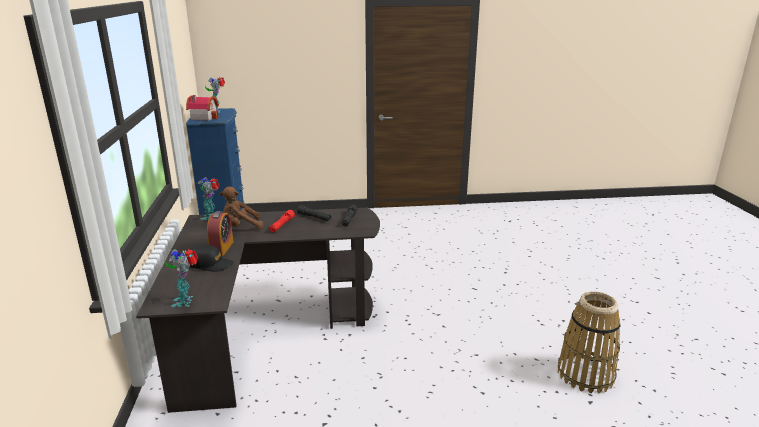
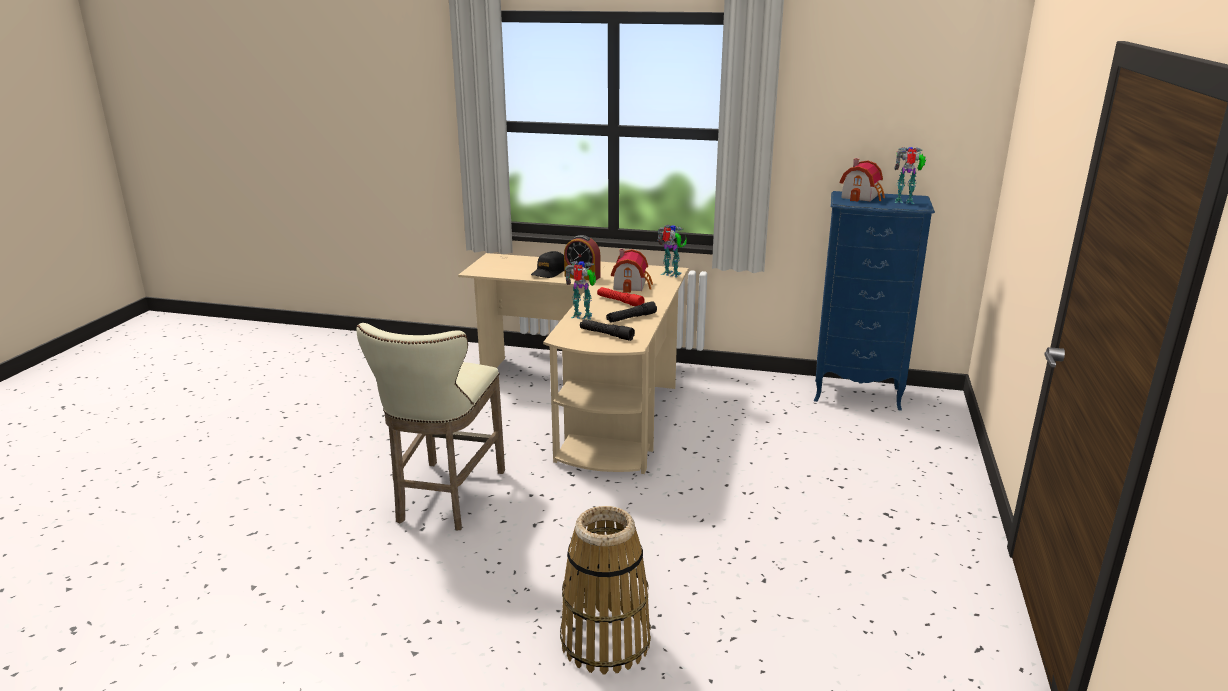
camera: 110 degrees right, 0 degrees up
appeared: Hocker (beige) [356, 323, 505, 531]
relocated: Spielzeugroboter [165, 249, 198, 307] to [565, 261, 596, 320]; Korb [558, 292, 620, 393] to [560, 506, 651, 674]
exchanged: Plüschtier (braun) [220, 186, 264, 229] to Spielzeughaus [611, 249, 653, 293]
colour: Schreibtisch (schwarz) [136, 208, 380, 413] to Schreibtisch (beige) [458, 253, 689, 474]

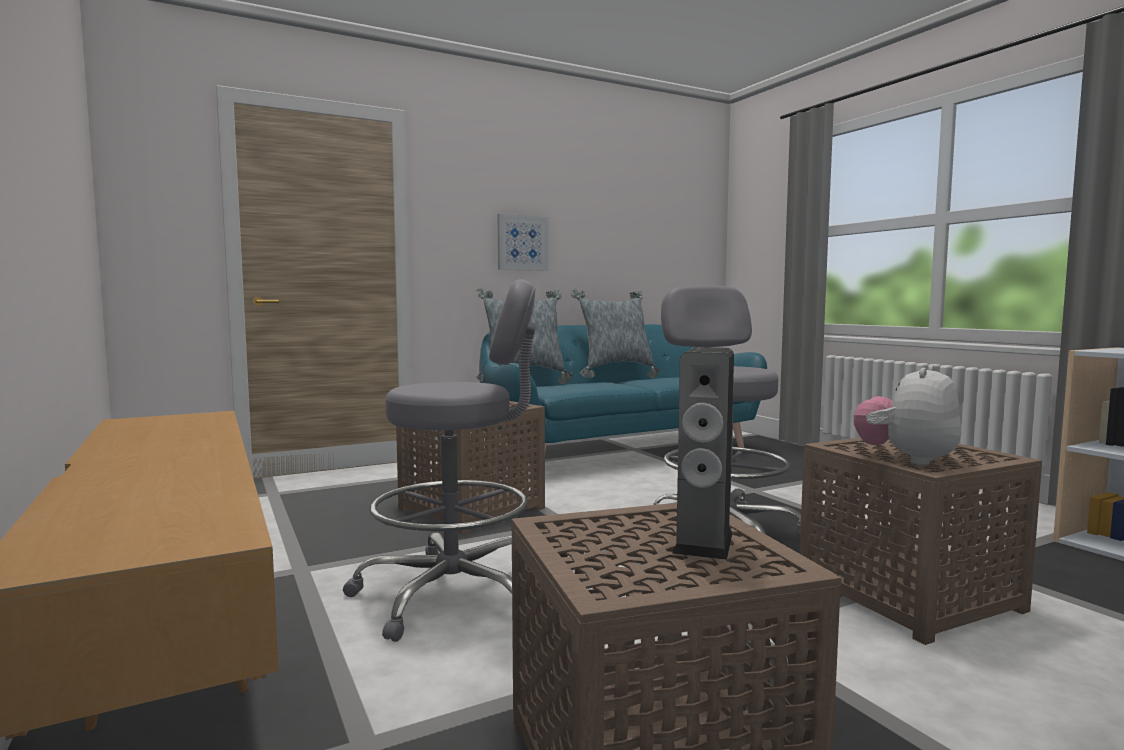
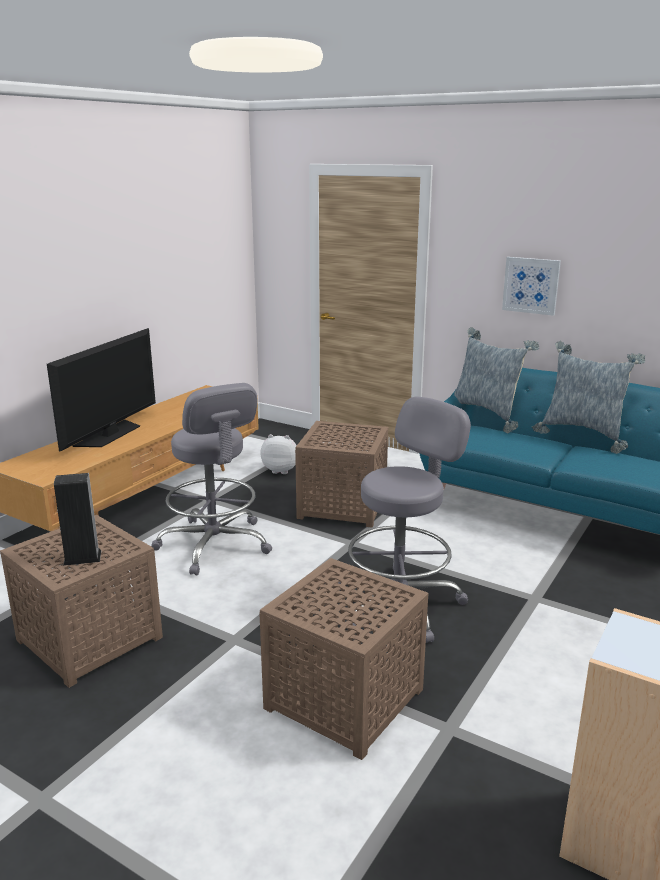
camera: 60 degrees right, 15 degrees up
appeared: Fernseher [47, 328, 156, 452]
relocated: Plüschtier [854, 365, 961, 466] to [260, 434, 297, 474]

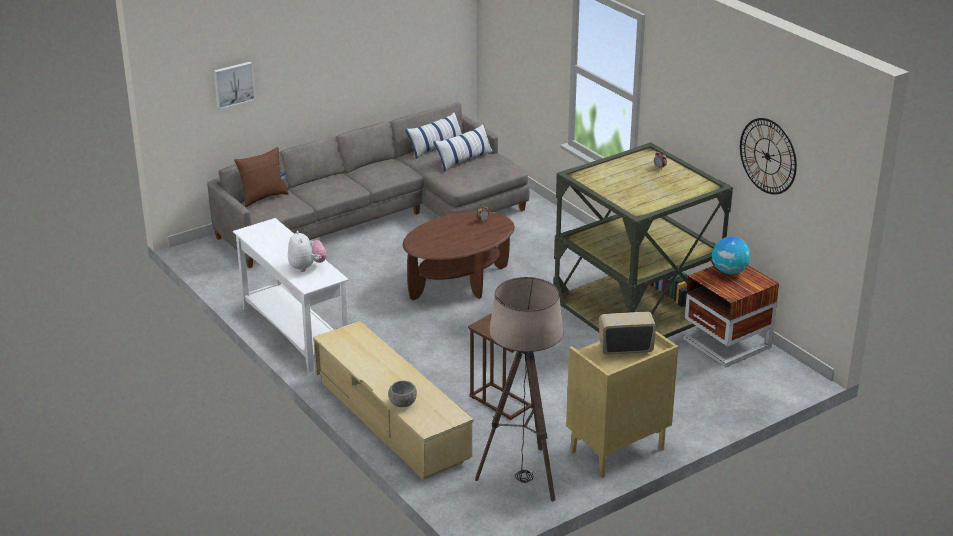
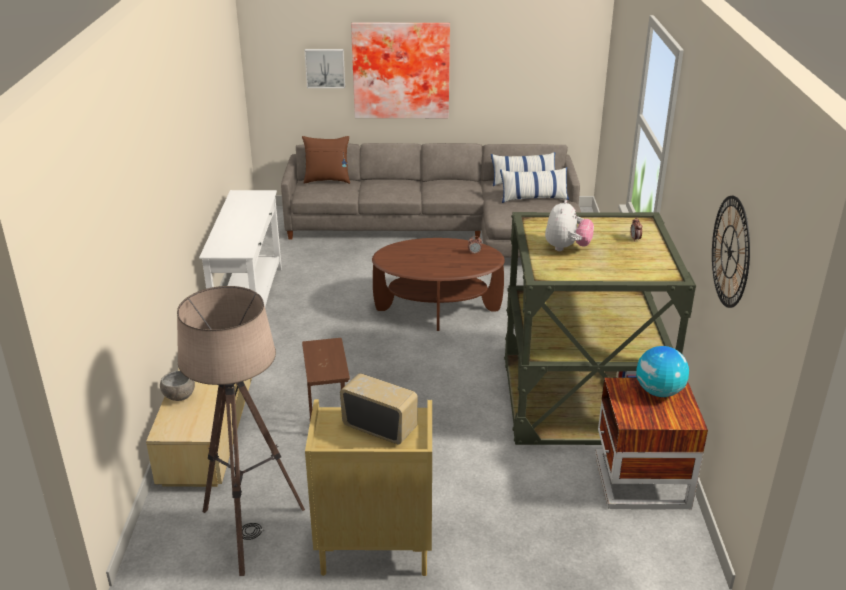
camera: 35 degrees right, 0 degrees up
appeared: Bild [351, 23, 450, 118]
relocated: Plüschtier [288, 230, 327, 272] to [545, 199, 594, 251]

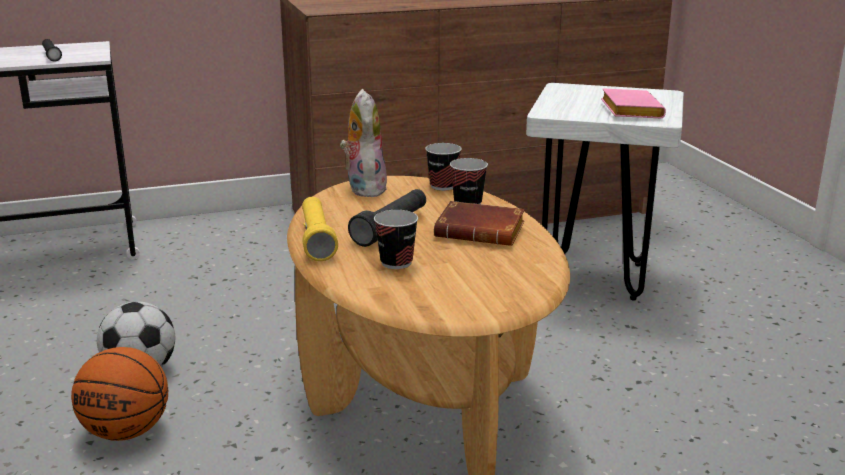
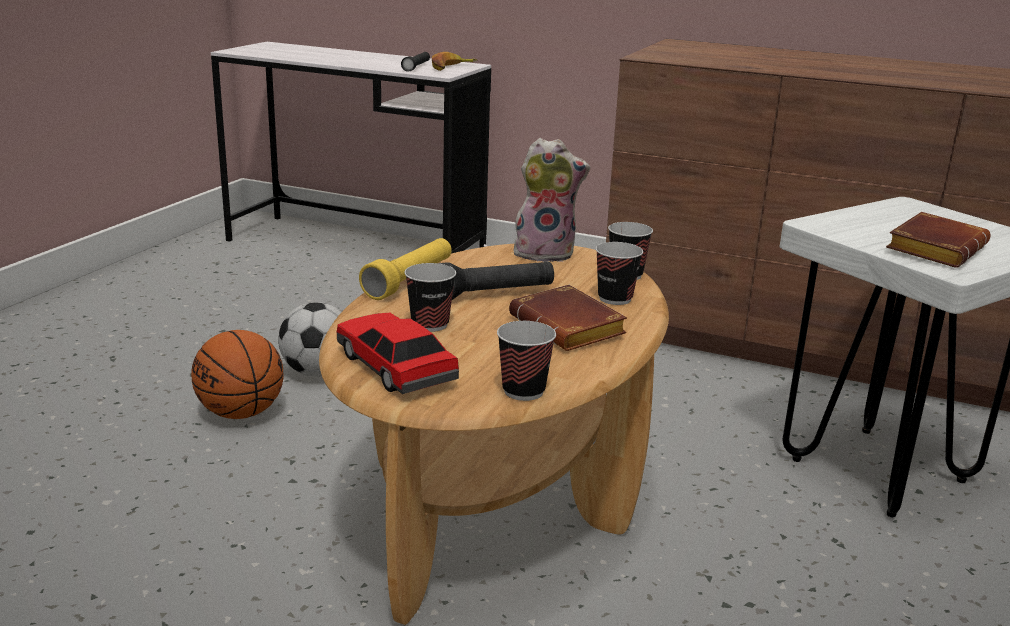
camera: 40 degrees right, 0 degrees up
appeared: Spielzeugauto [337, 313, 459, 394]; Banane [432, 52, 477, 71]; Tasse [497, 321, 556, 401]
colour: Buch (rosa) [601, 88, 666, 118] to Buch (braun) [886, 212, 990, 268]
spun: Plüschtier [340, 89, 387, 197] = [512, 138, 590, 262] 60 degrees clockwise

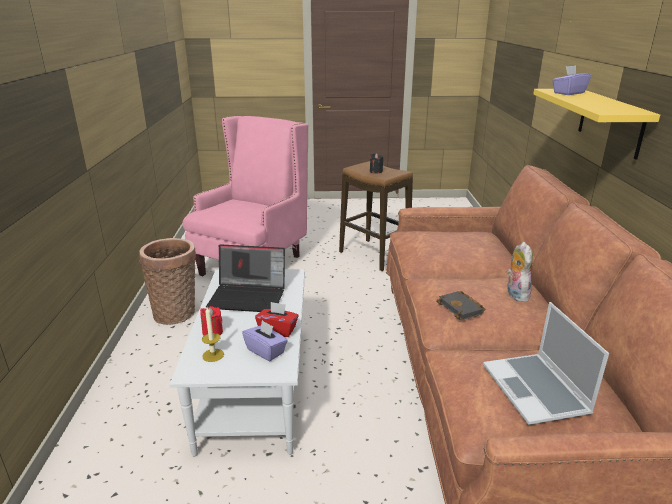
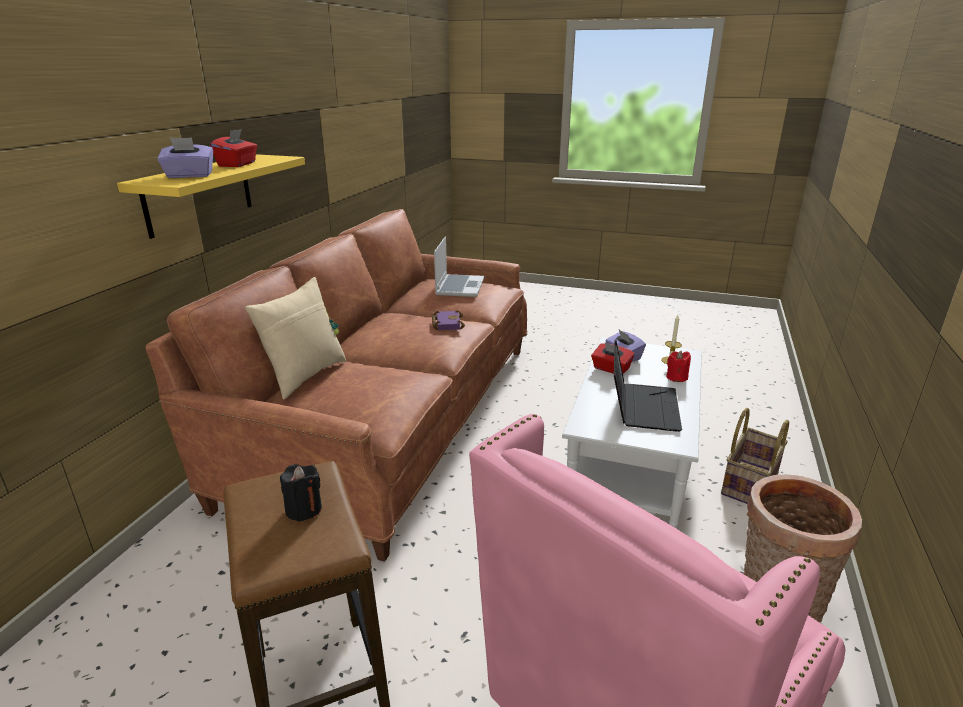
camera: 160 degrees left, 0 degrees up
missing: Plüschtier [507, 242, 533, 302]
appeared: Taschentuchbox (rot) [210, 129, 257, 167]; Kissen (beige) [245, 277, 346, 399]; Korb [721, 408, 789, 504]
colour: Buch (schwarz) [436, 291, 485, 320] to Buch (lila) [432, 310, 465, 330]
spun: Laptop [206, 244, 285, 312] = [614, 340, 682, 432] 75 degrees clockwise

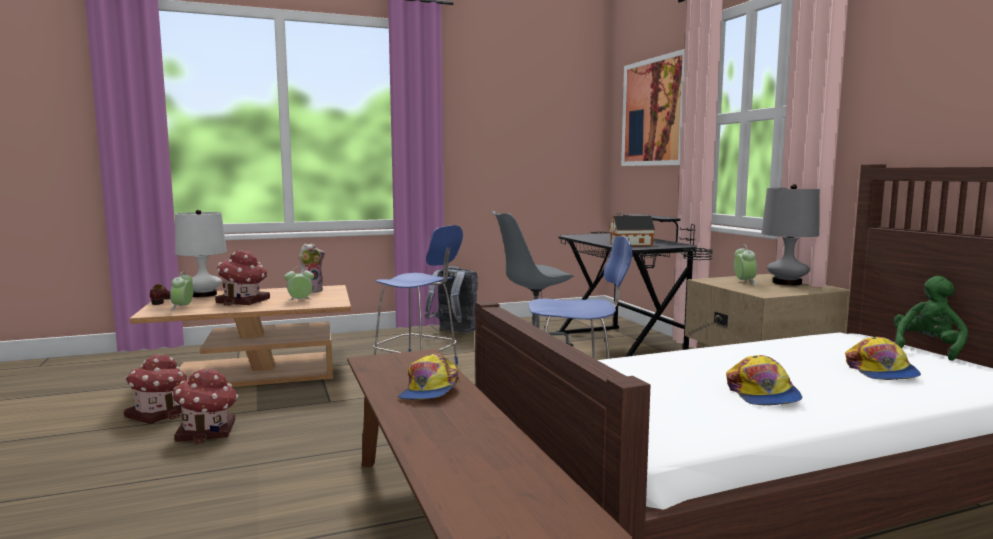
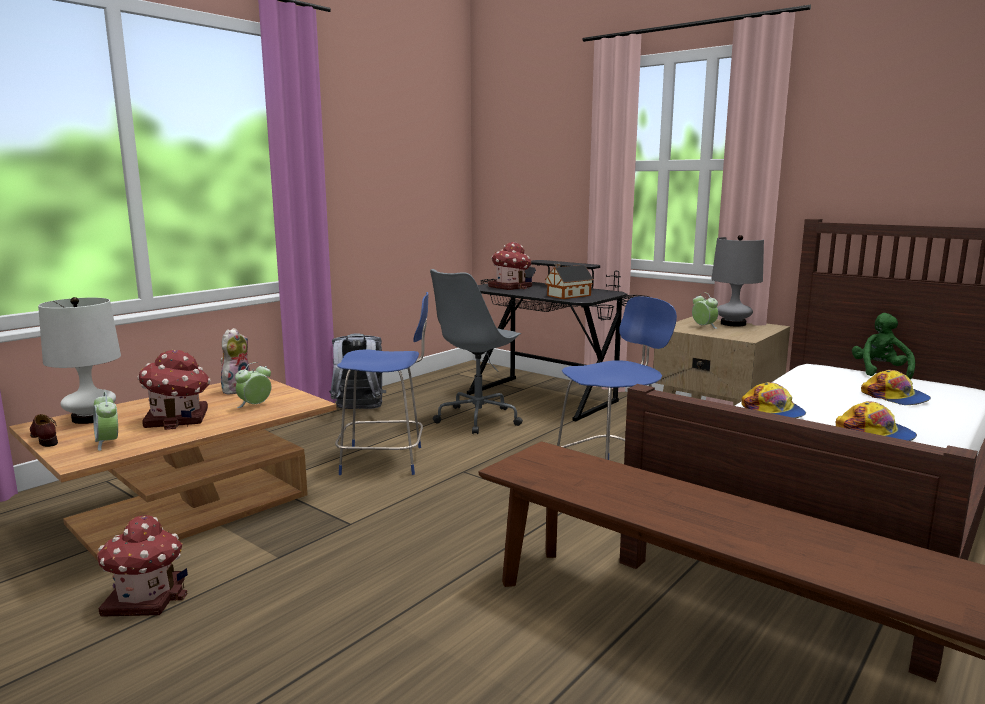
camera: 30 degrees left, 5 degrees up
missing: Bild [621, 49, 685, 166]
relocated: Spielzeughaus [172, 369, 238, 444] to [488, 242, 532, 290]; Kappe [398, 354, 459, 400] to [742, 382, 806, 418]

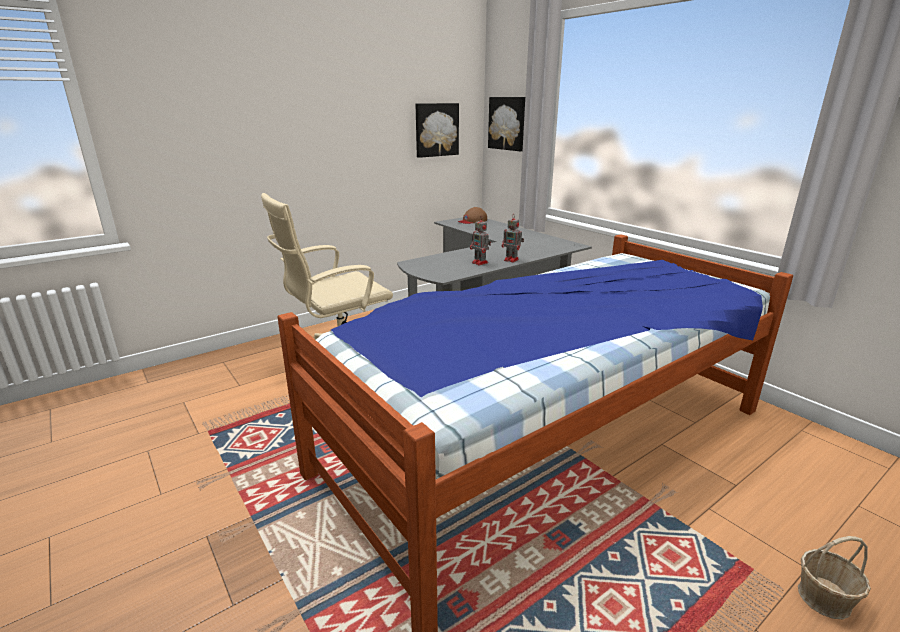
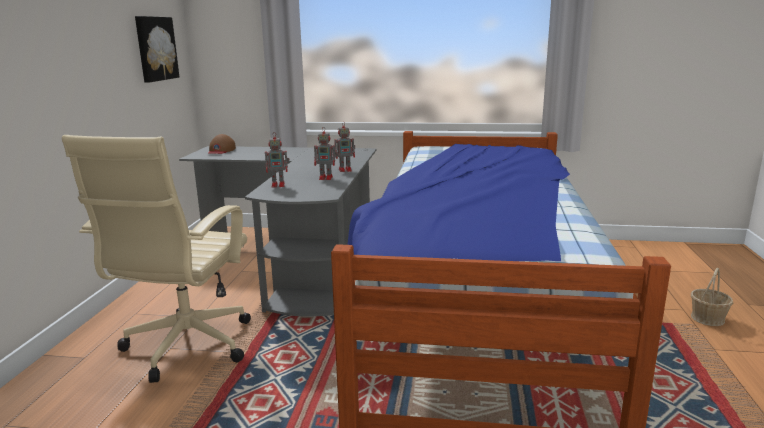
camera: 45 degrees left, 5 degrees down
missing: Bild [488, 97, 525, 151]
appeared: Spielzeugroboter [265, 132, 289, 188]

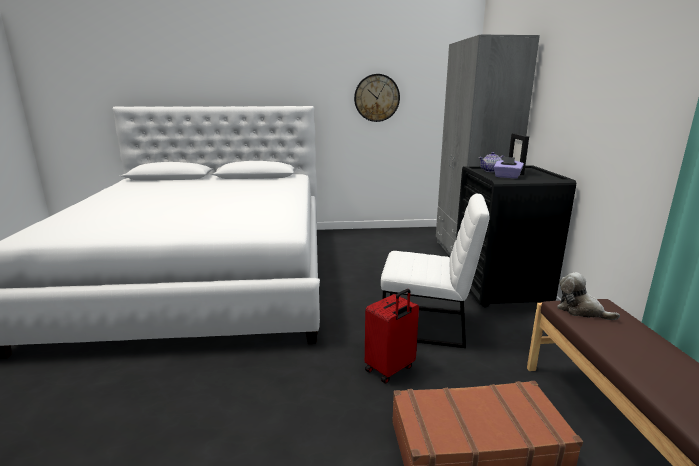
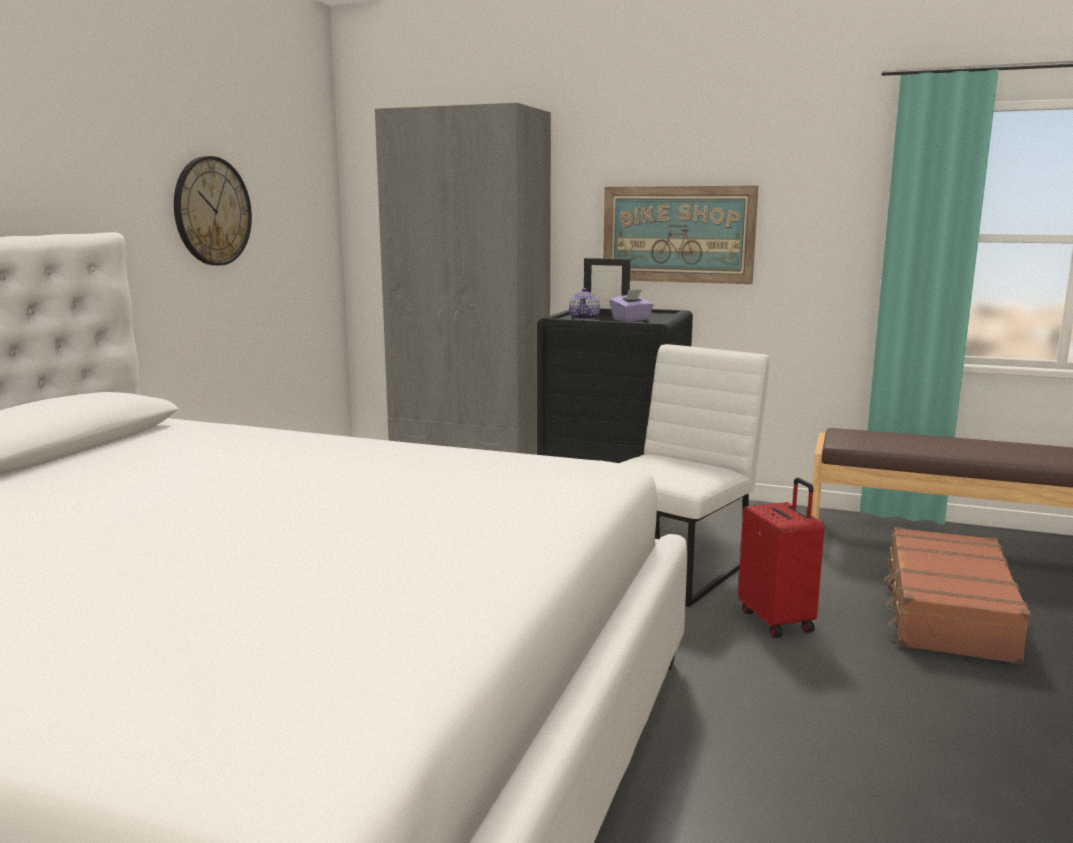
camera: 65 degrees left, 5 degrees down
missing: Plüschtier [557, 272, 620, 320]
appeared: Bild [603, 186, 758, 284]

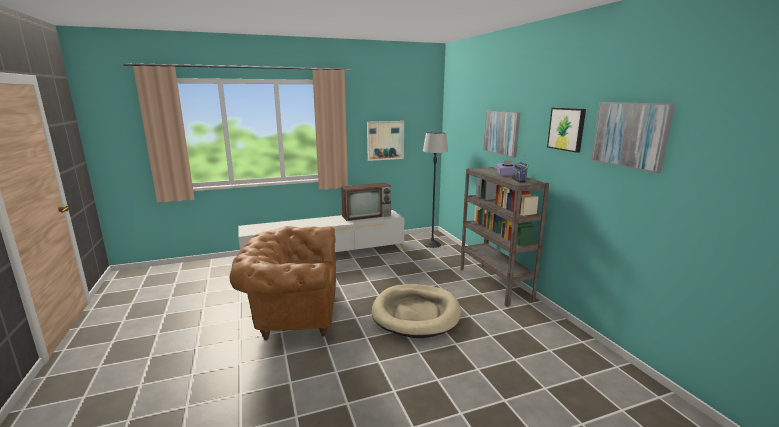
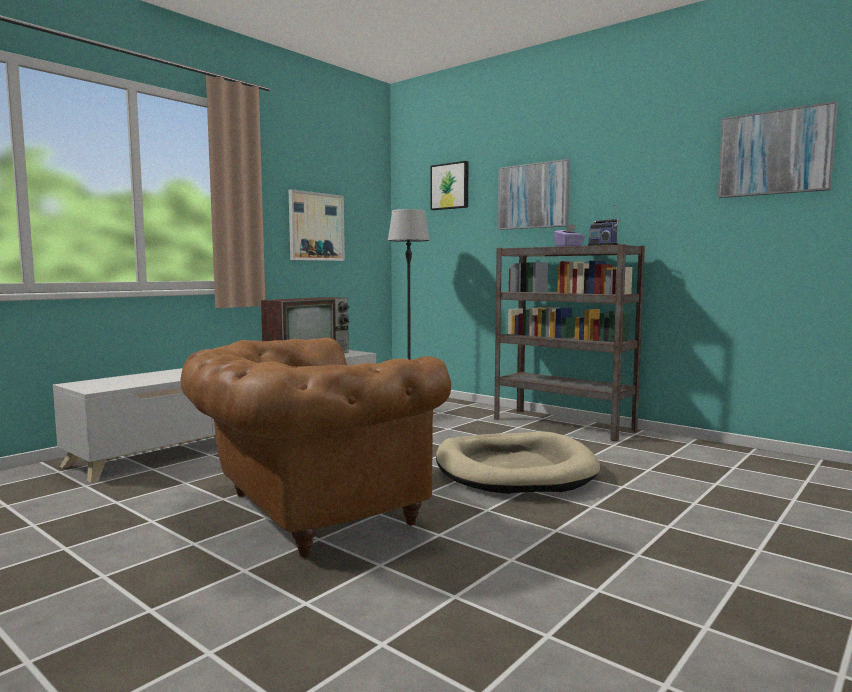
camera: 30 degrees left, 10 degrees down
relocated: Bild [547, 108, 586, 153] to [431, 161, 469, 210]

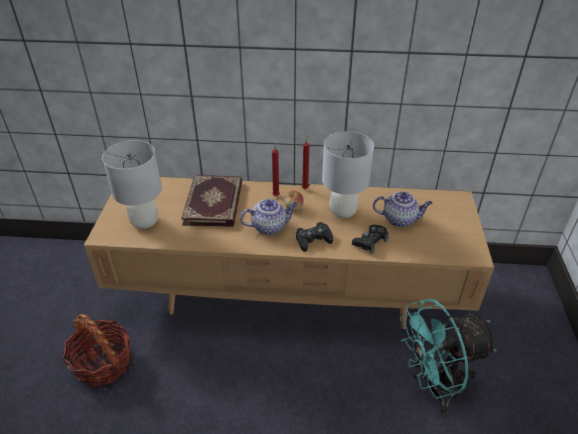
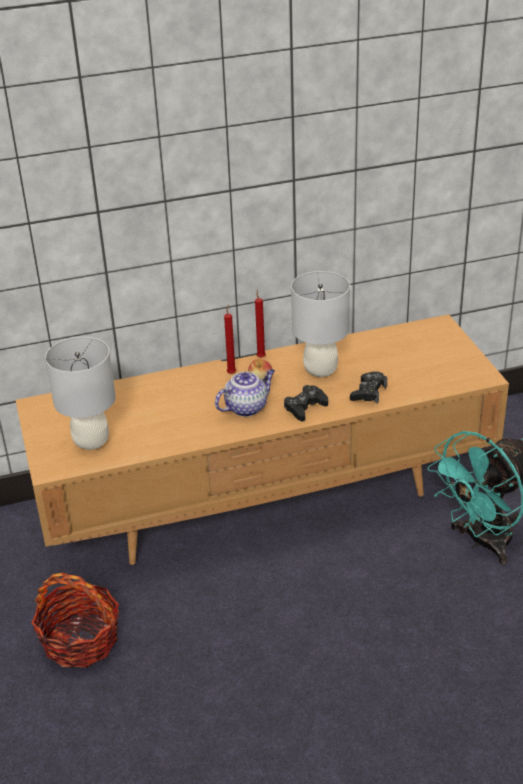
camera: 20 degrees left, 5 degrees down
missing: Buch [181, 175, 242, 227]; Teekanne [373, 191, 432, 227]

